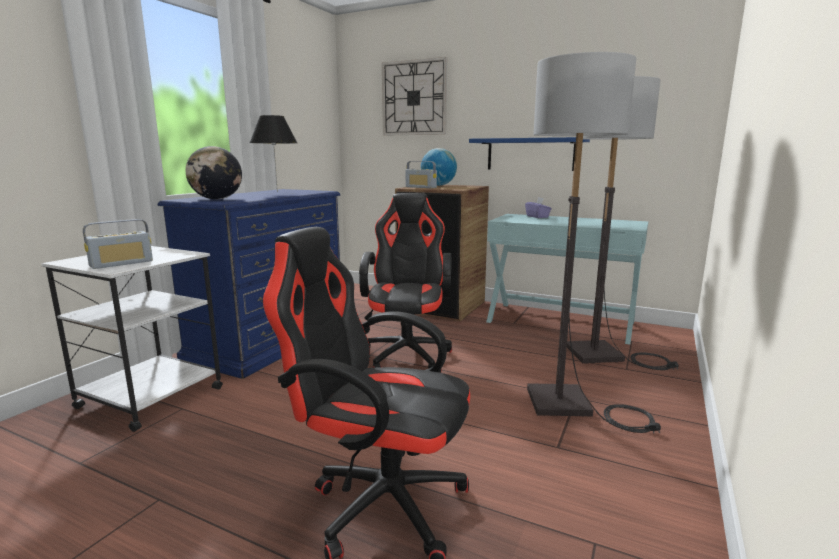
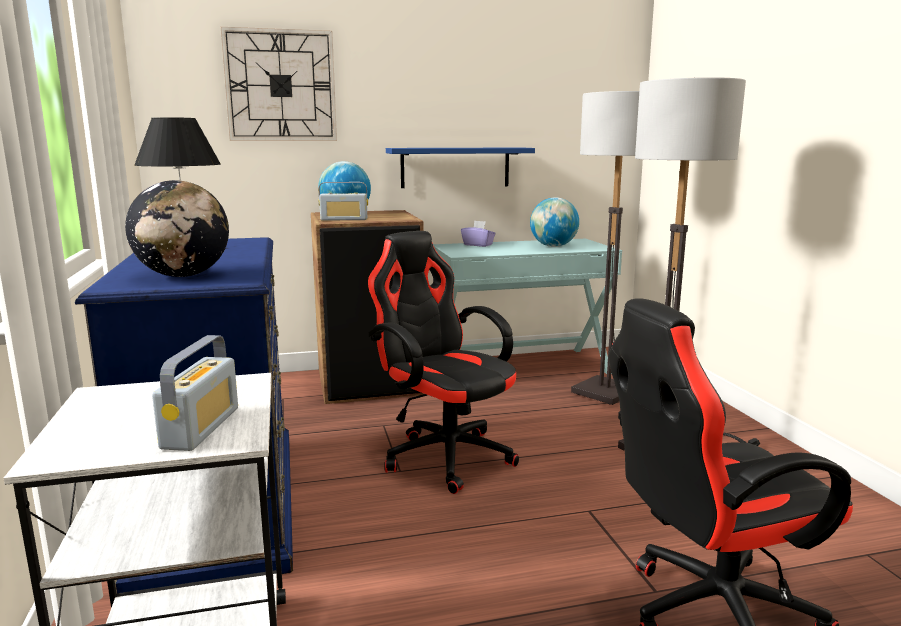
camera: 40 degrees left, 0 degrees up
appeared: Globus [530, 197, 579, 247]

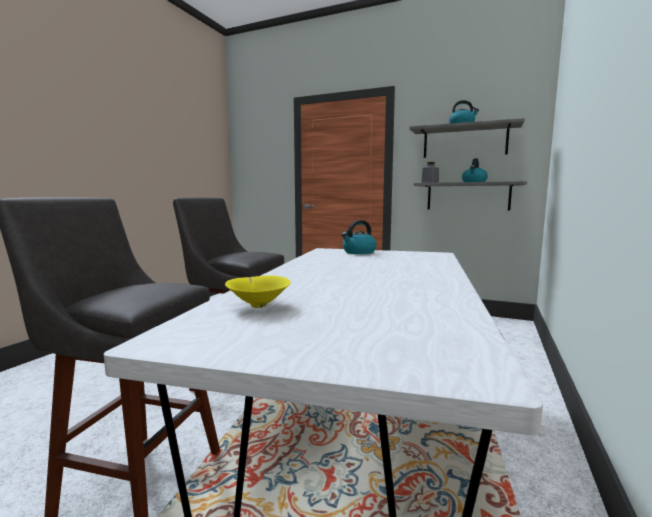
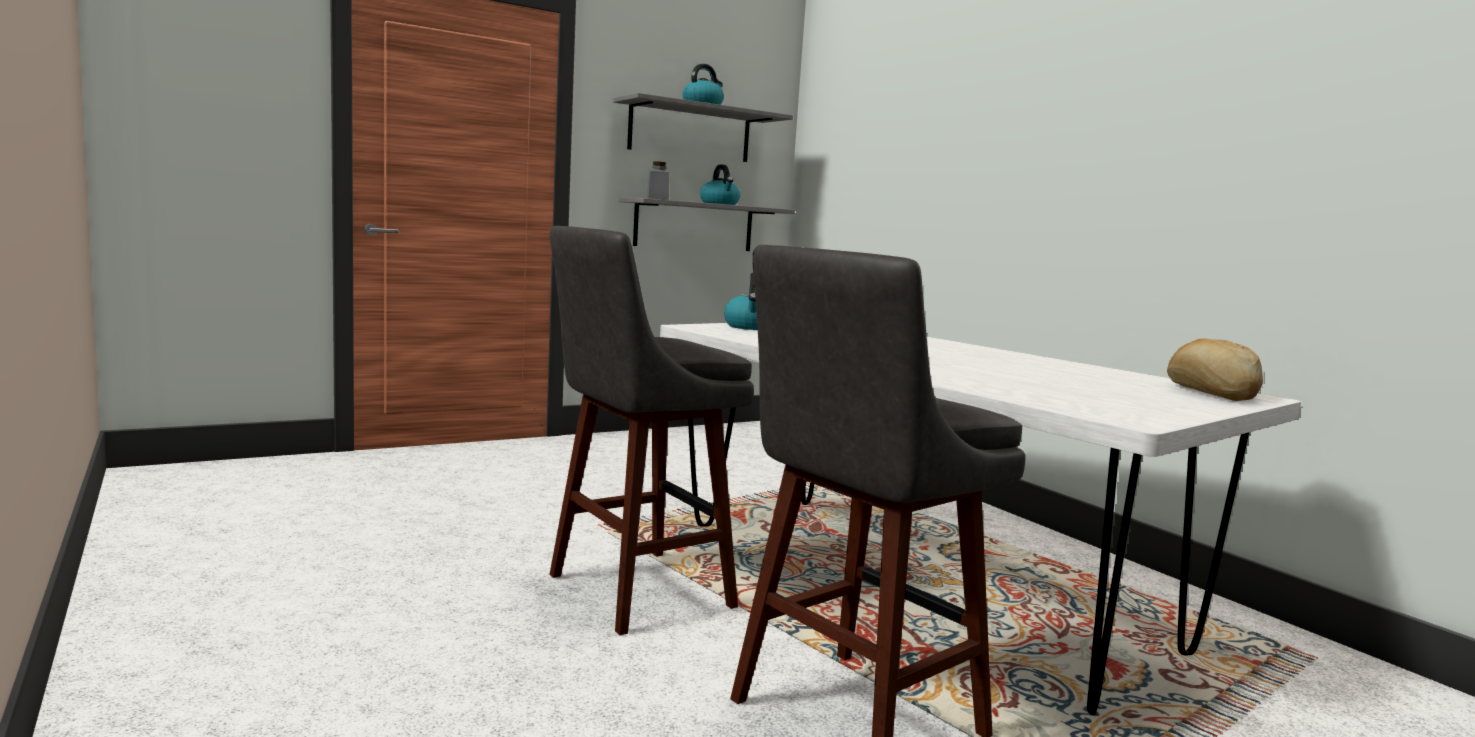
camera: 55 degrees left, 0 degrees up
missing: Schüssel (gelb) [225, 275, 291, 308]
appeared: Brot [1167, 338, 1263, 401]

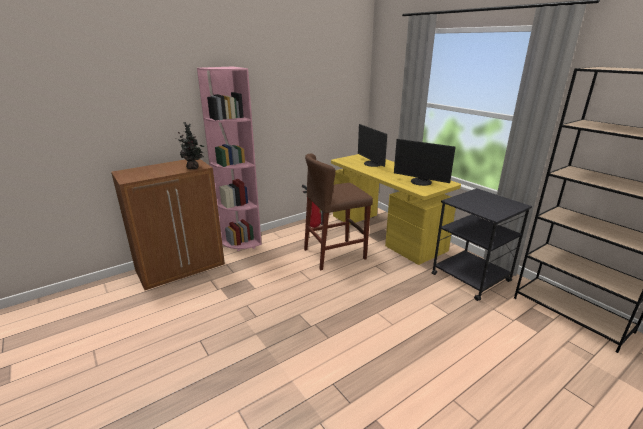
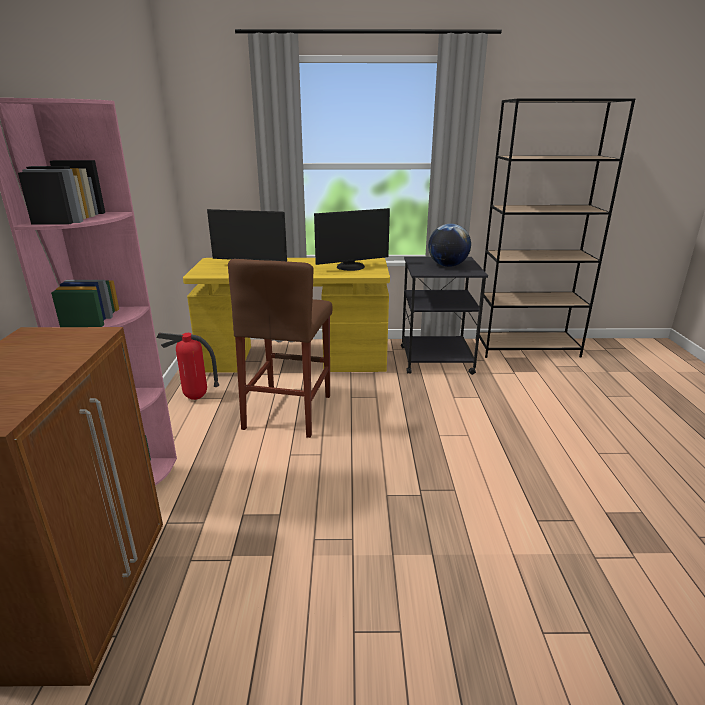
camera: 55 degrees left, 0 degrees up
missing: Topfpflanze [178, 122, 204, 169]
appeared: Globus [428, 224, 471, 267]

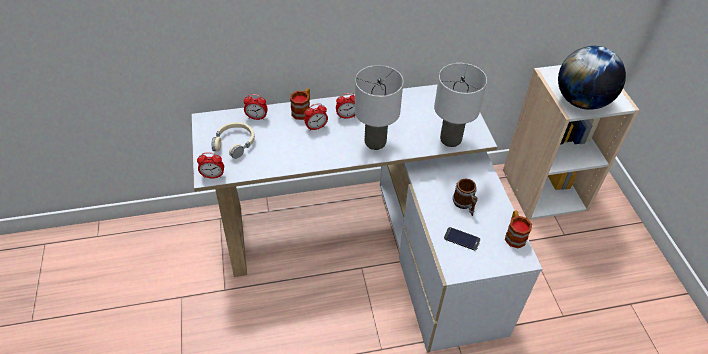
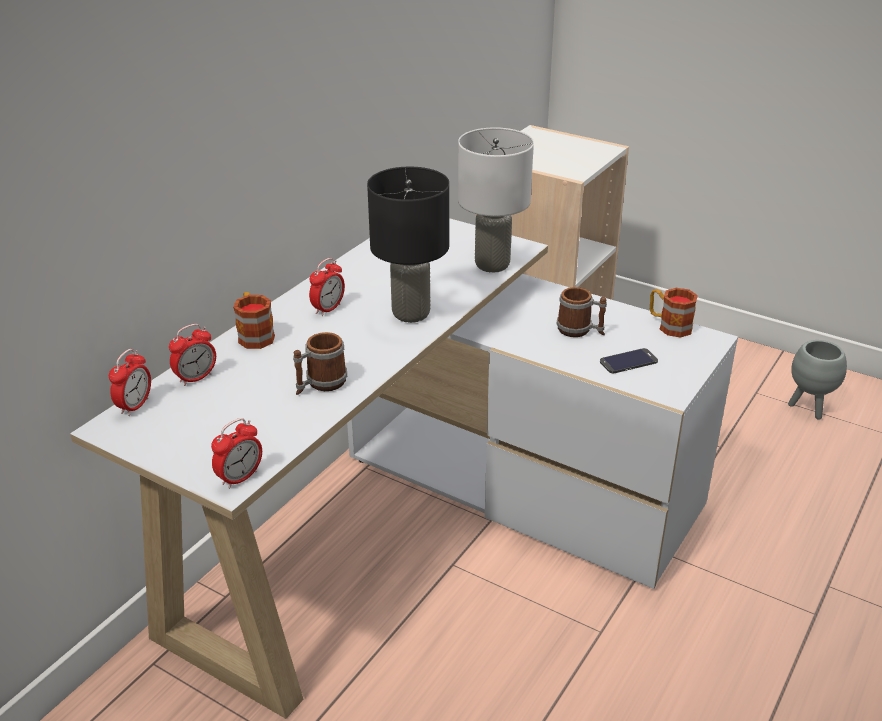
camera: 45 degrees left, 15 degrees down
missing: Kopfhörer (beige) [212, 122, 255, 159]; Globus [558, 46, 626, 110]
appeared: Henkelbecher [293, 332, 347, 395]; Pflanzkübel (grau) [788, 340, 847, 420]
relocated: Wecker [304, 103, 328, 131] to [109, 349, 151, 416]
colour: Tischlampe (weiß) [355, 65, 403, 150] to Tischlampe (schwarz) [367, 167, 449, 323]

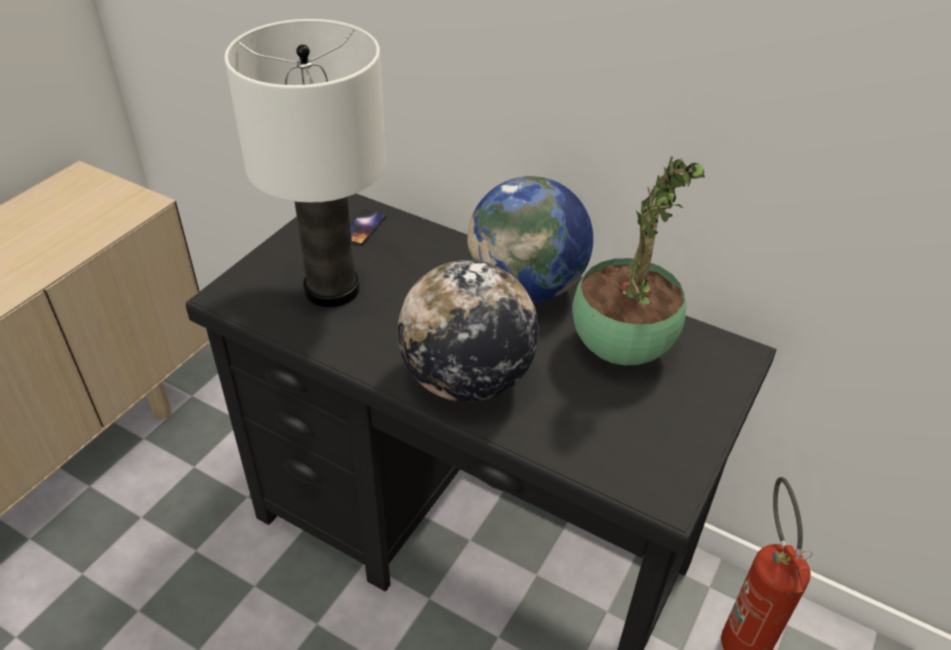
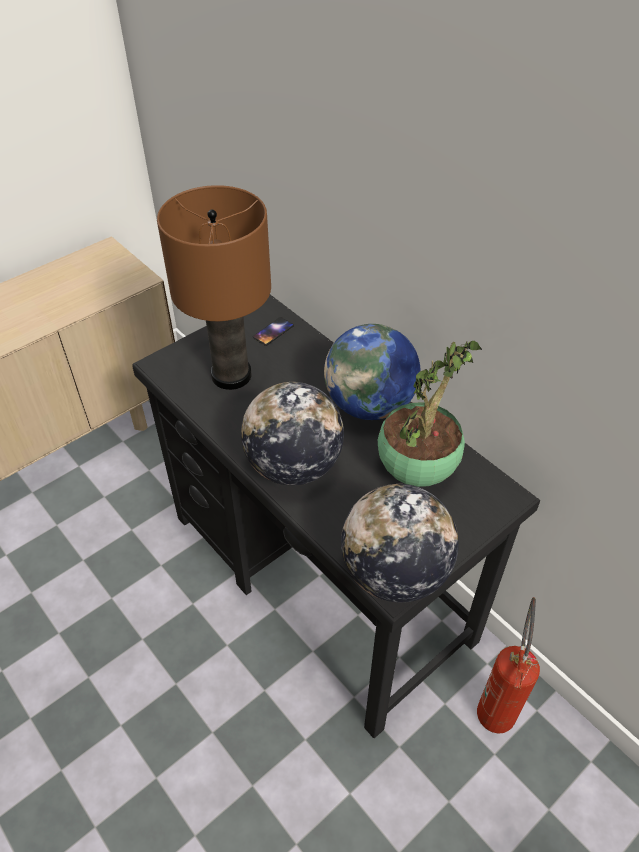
camera: 20 degrees right, 5 degrees up
appeared: Globus [341, 484, 459, 603]
colour: Tischlampe (weiß) [224, 19, 386, 307] to Tischlampe (braun) [157, 185, 271, 390]

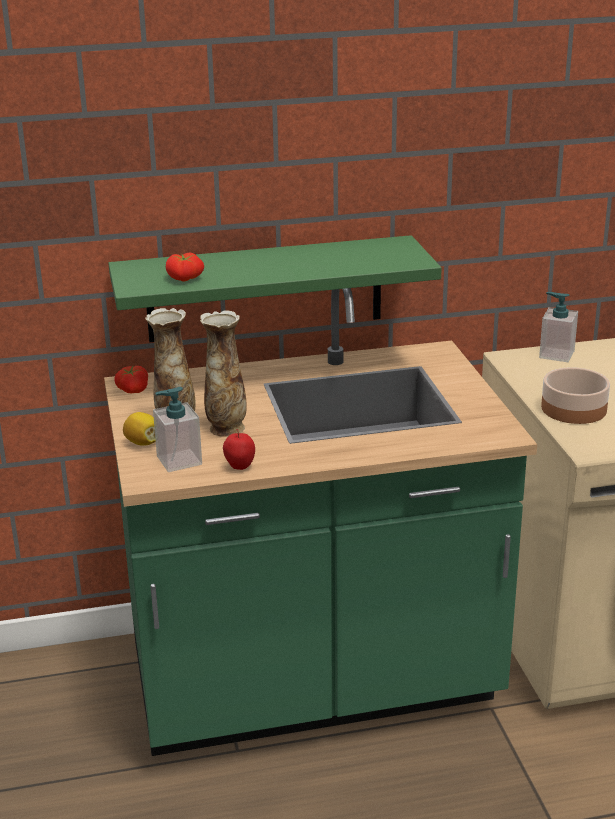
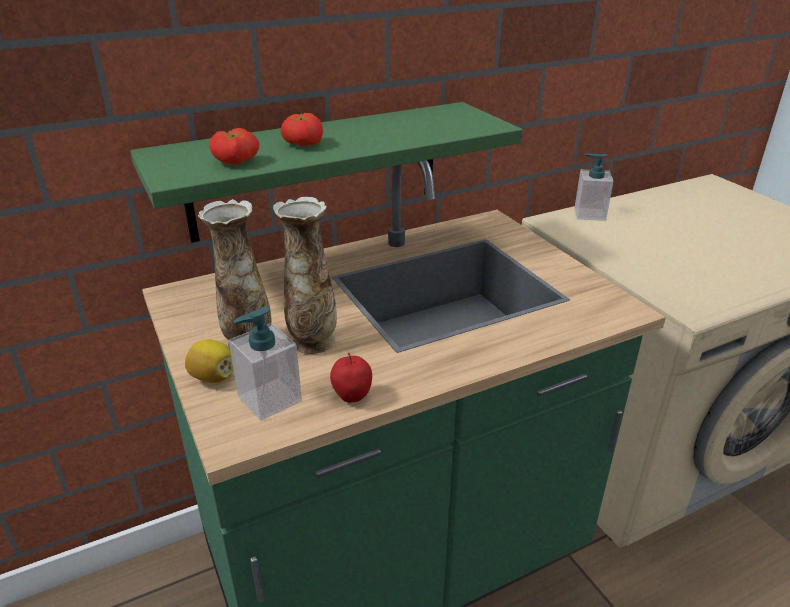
camera: 15 degrees left, 5 degrees up
missing: Schüssel [541, 367, 610, 424]
relocated: Tomate [114, 366, 148, 394] to [280, 113, 323, 146]

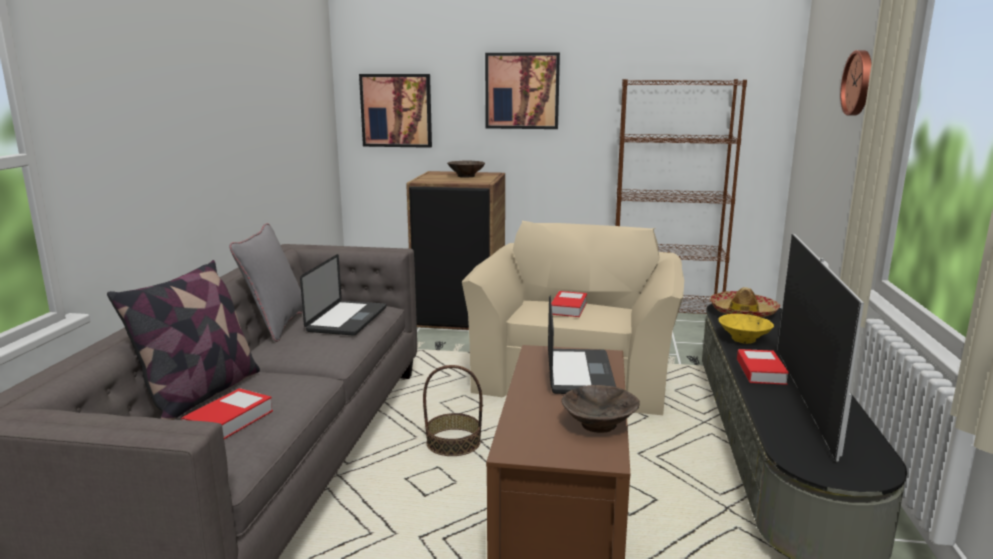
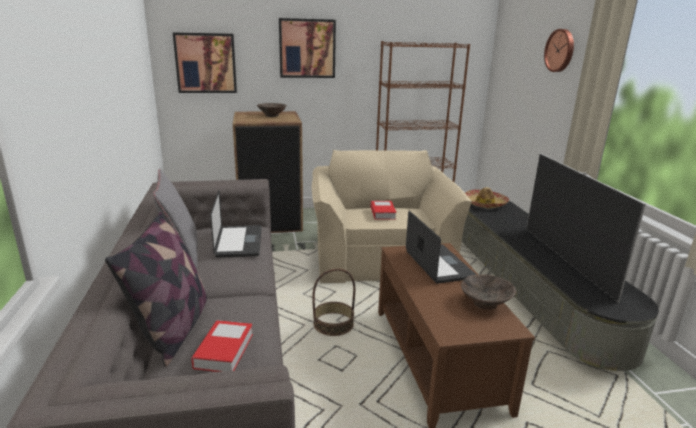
camera: 20 degrees left, 5 degrees up
missing: Schüssel (gelb) [718, 314, 774, 344]; Buch [737, 349, 789, 385]

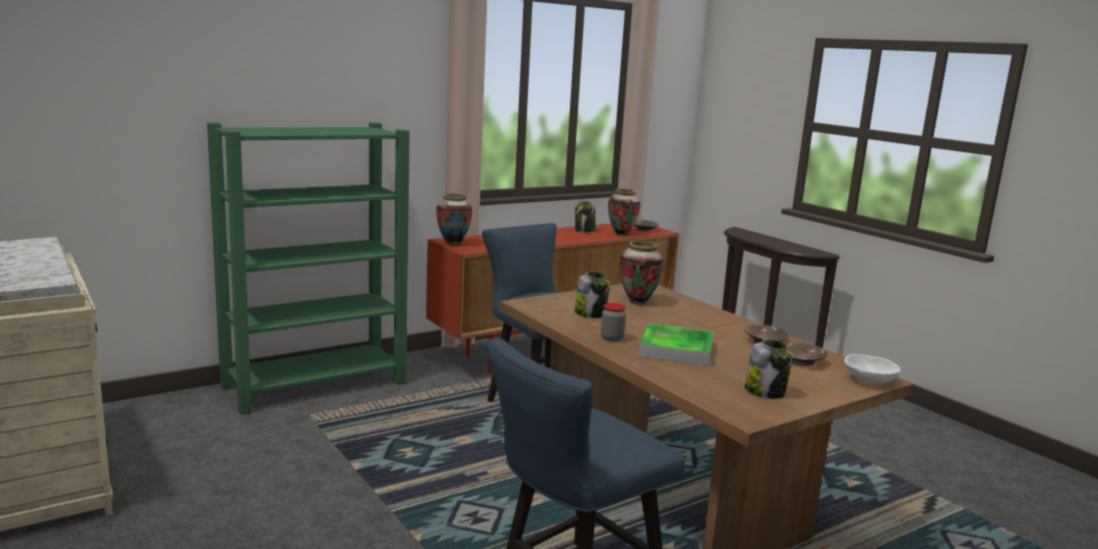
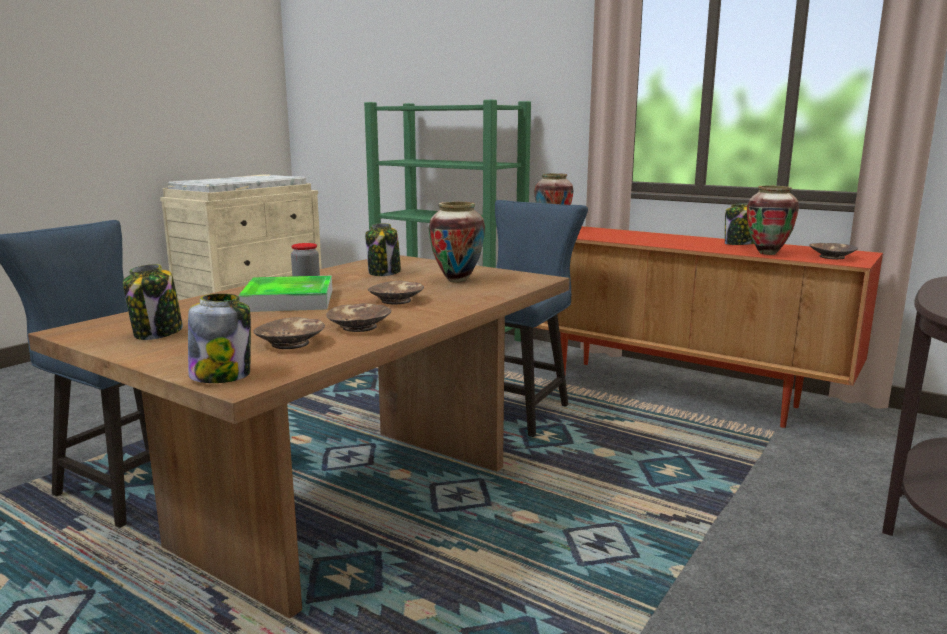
camera: 70 degrees right, 0 degrees up
appeared: Schüssel (braun) [368, 281, 424, 304]
exchanged: Schüssel (weiß) [844, 354, 901, 385] to Vorratsglas [188, 294, 251, 383]

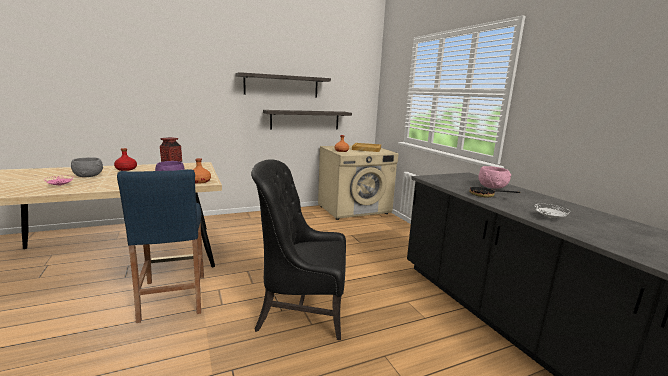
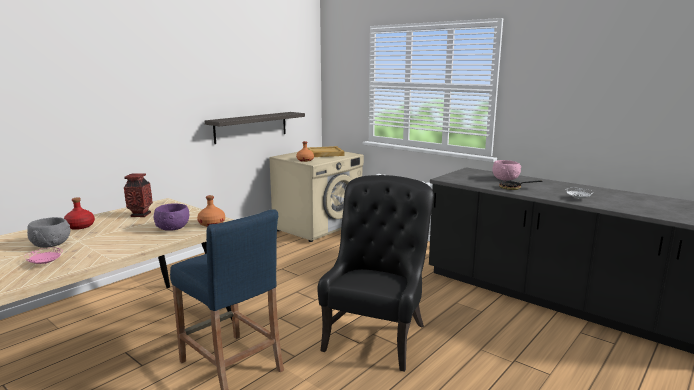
camera: 25 degrees left, 0 degrees up
missing: Wandregal [235, 72, 331, 97]
spun: Stuhl (schwarz) [251, 159, 346, 340] = [318, 175, 434, 372] 135 degrees clockwise

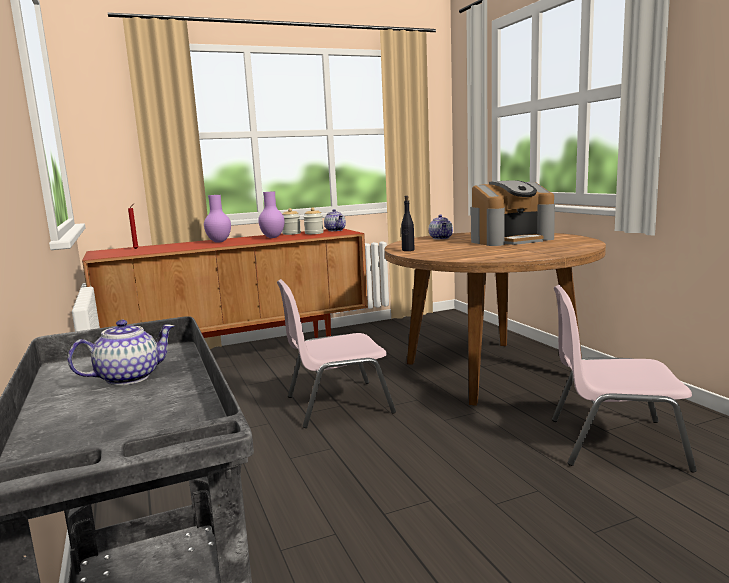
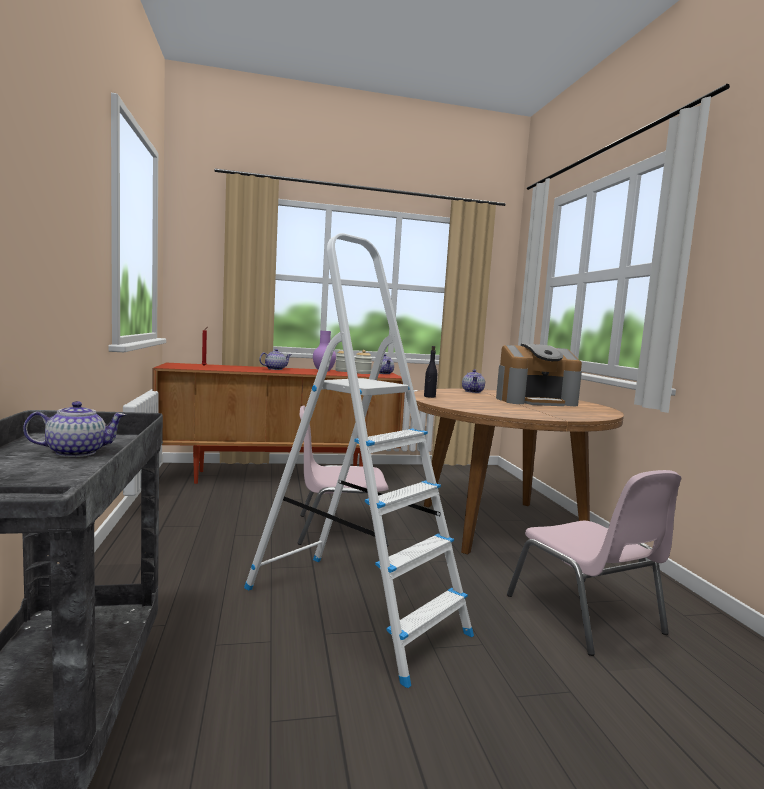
camera: 10 degrees right, 5 degrees down
appeared: Trittleiter (weiß) [244, 233, 474, 688]
exchanged: Vase (lila) [204, 195, 231, 243] to Teekanne [259, 349, 291, 370]
spun: Stuhl (rosa) [552, 285, 697, 473] = [507, 470, 681, 656] 135 degrees counterclockwise

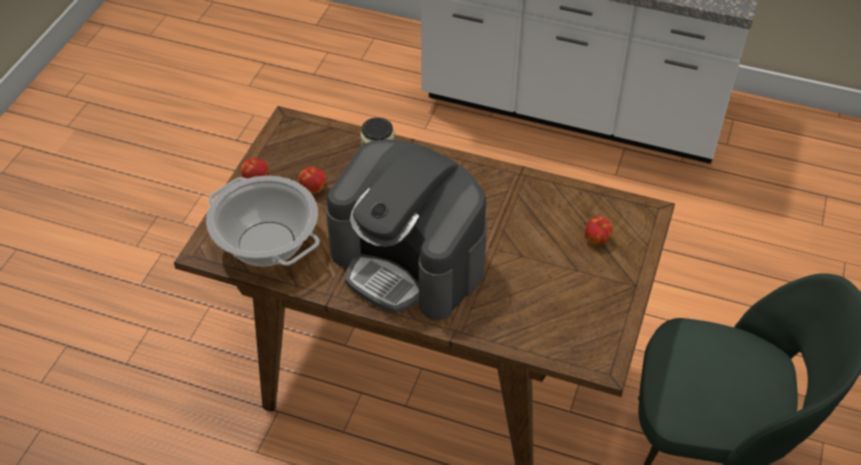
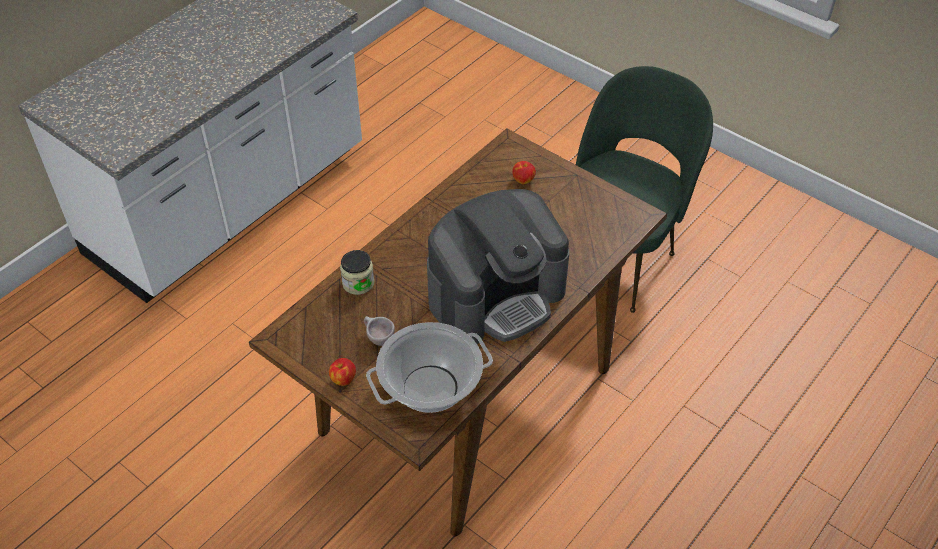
camera: 70 degrees left, 0 degrees up
exchanged: Apfel [299, 167, 326, 194] to Tasse (beige) [364, 316, 395, 346]

